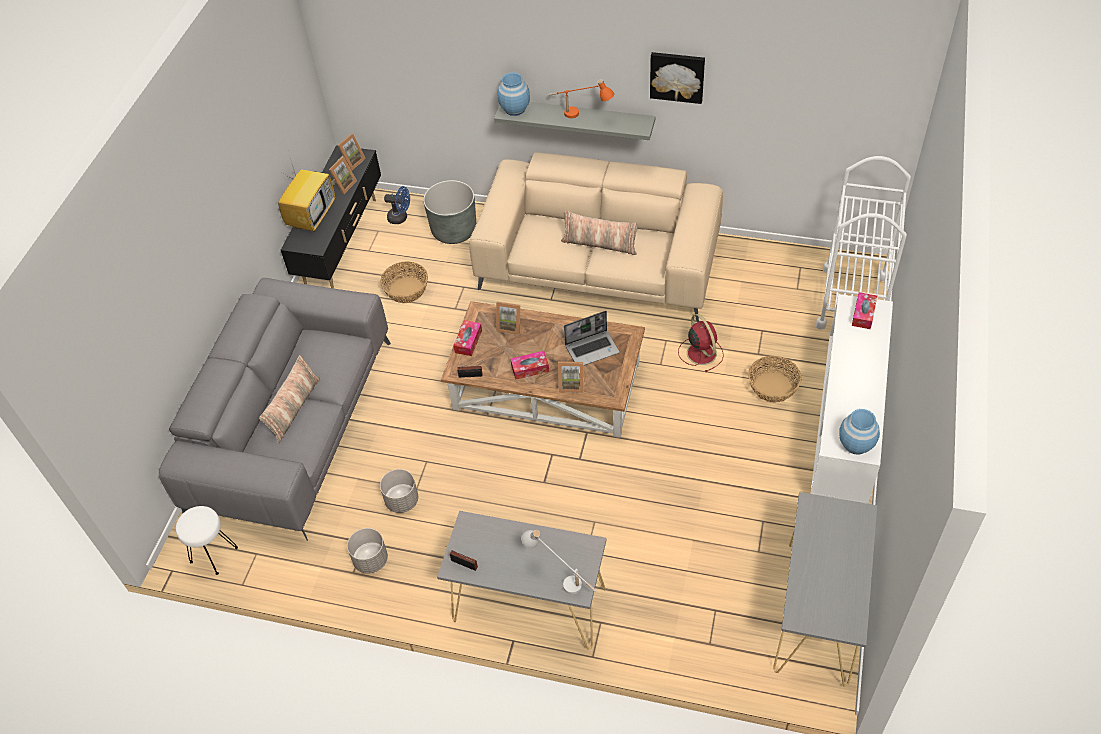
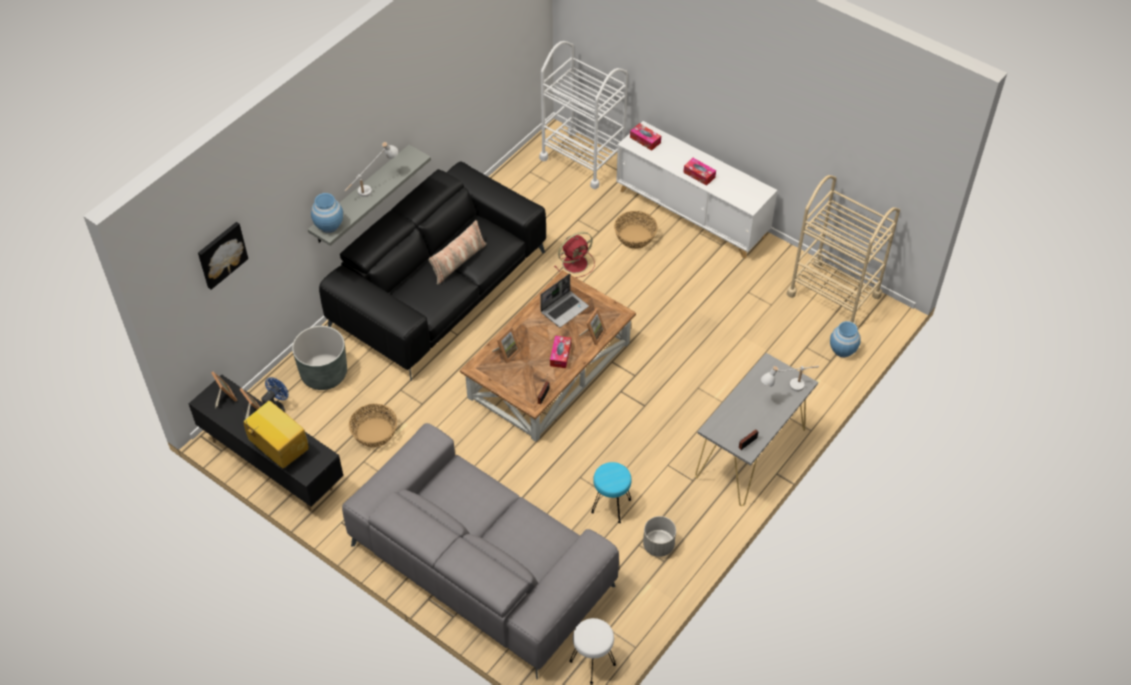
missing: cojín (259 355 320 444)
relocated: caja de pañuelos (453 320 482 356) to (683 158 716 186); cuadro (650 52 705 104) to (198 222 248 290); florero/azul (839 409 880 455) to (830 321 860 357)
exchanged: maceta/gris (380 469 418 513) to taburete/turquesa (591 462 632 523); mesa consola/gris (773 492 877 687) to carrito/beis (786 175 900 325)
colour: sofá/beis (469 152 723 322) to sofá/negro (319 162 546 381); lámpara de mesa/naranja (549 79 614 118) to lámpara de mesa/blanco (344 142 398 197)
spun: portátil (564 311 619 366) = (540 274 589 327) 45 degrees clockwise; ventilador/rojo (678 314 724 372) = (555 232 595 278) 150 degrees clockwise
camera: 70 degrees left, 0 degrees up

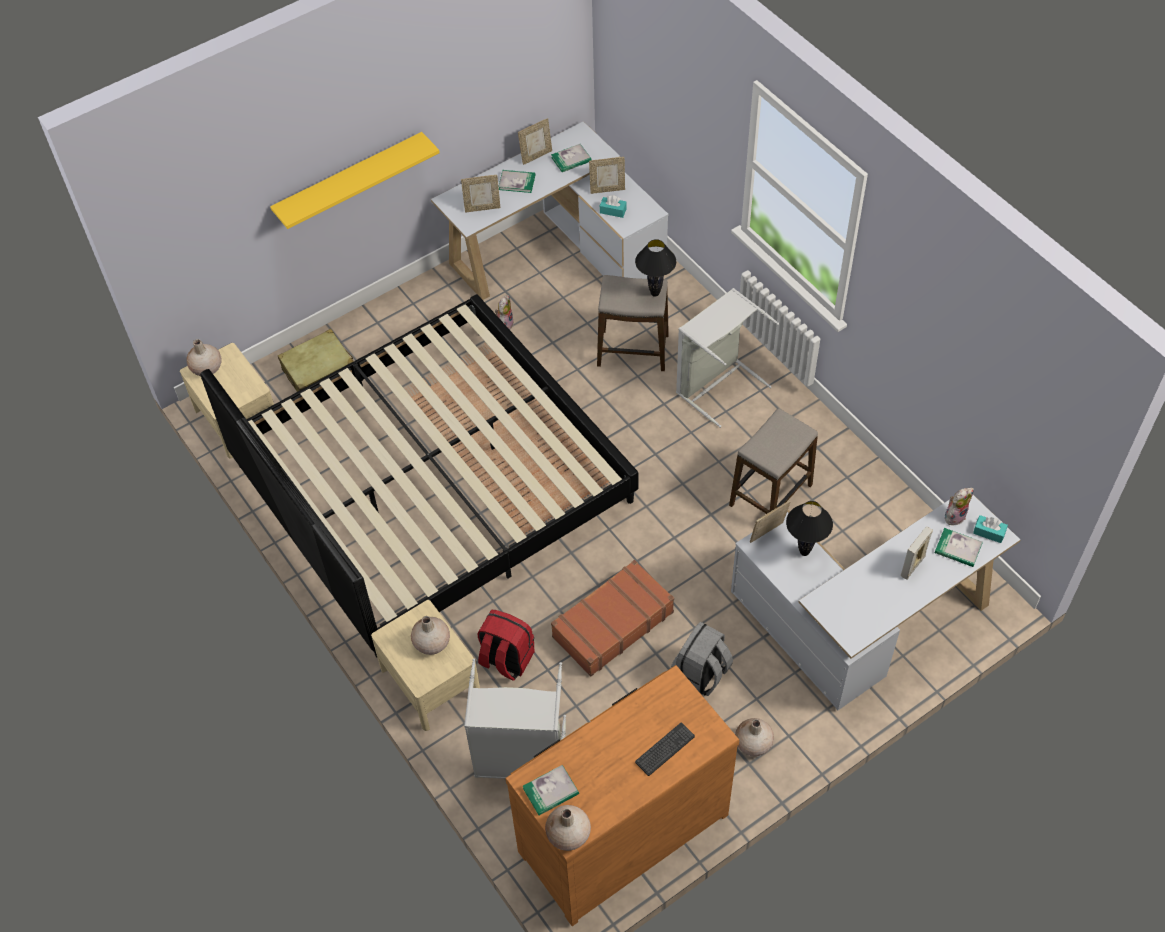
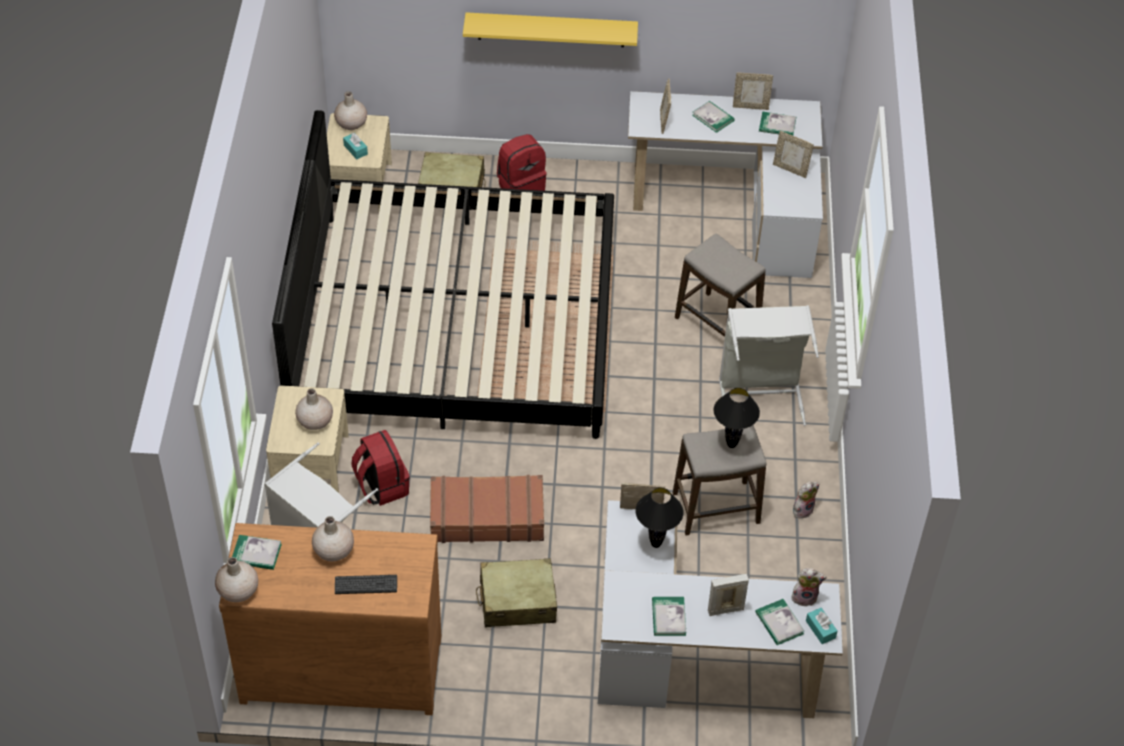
appeared: mochila/rojo (497 134 547 191); libro (652 597 686 636)
relocated: peluche (495 295 514 330) to (793 482 820 518); caja de pañuelos/turquesa (600 195 627 218) to (343 133 368 159); lámpara de mesa/negro (635 239 676 297) to (714 388 760 448); florero/beis (735 718 774 756) to (312 516 354 562)
exchanged: mochila/gris (671 622 733 696) to maleta/beis (476 558 557 627)
spun: portarretratos (461 175 500 212) = (660 79 671 134) 60 degrees clockwise
camera: 35 degrees right, 5 degrees down

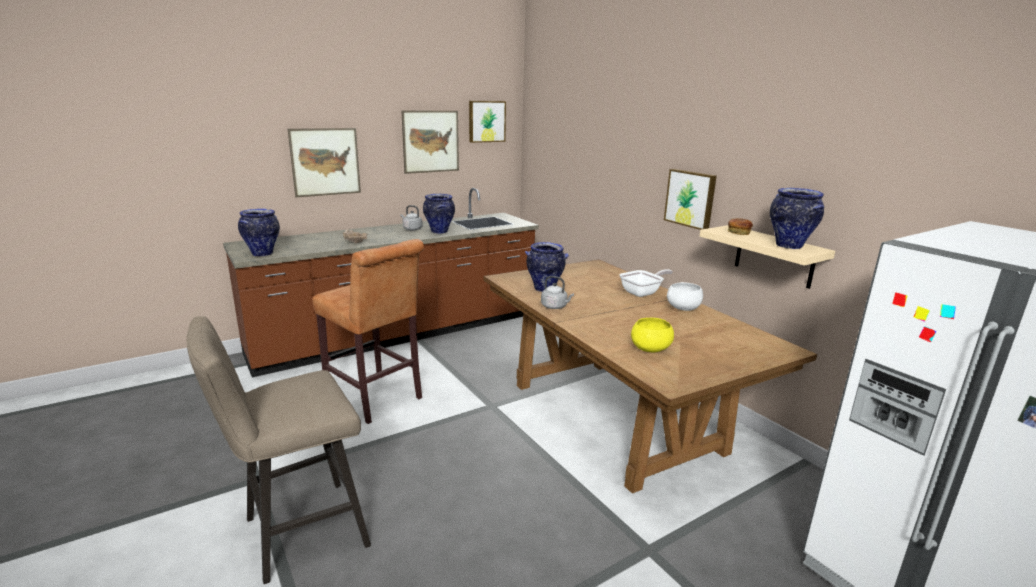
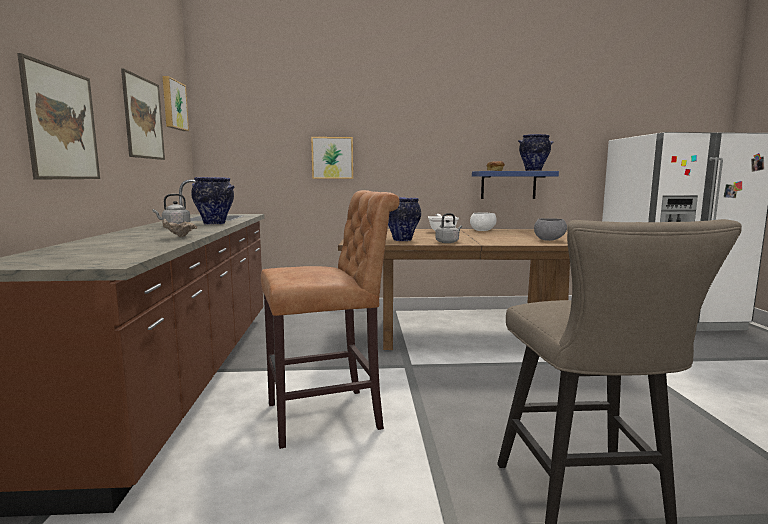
missing: florero (238 209 280 256)
relocated: cuadro (664 169 717 230) to (311 137 353 179)
colour: cuenco/amarillo (631 318 674 352) to cuenco/gris (534 218 567 241); estante/beis (700 225 835 289) to estante/azul (472 171 559 199)
camera: 60 degrees left, 10 degrees down

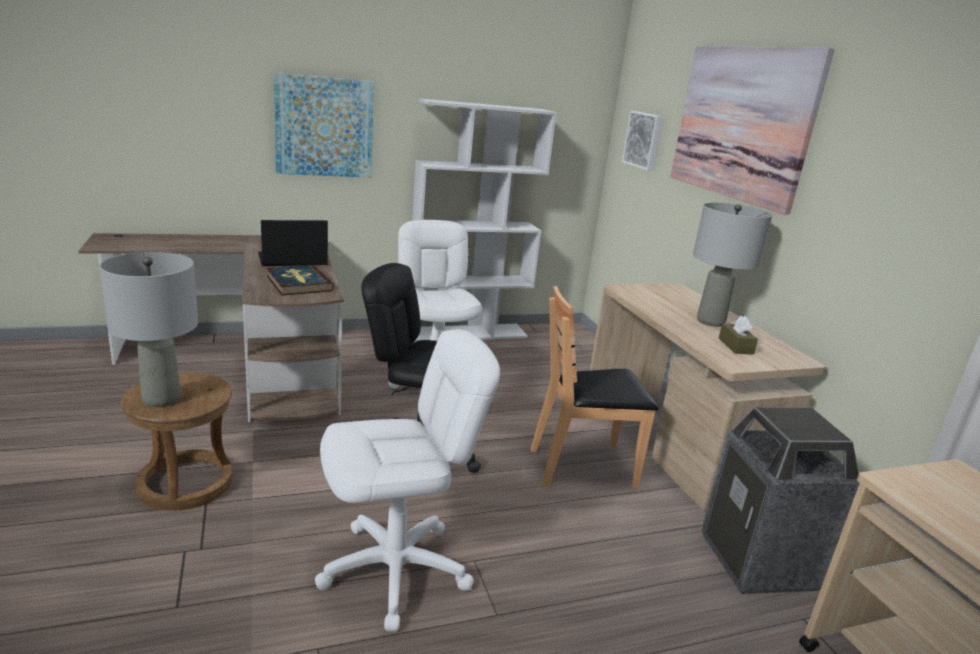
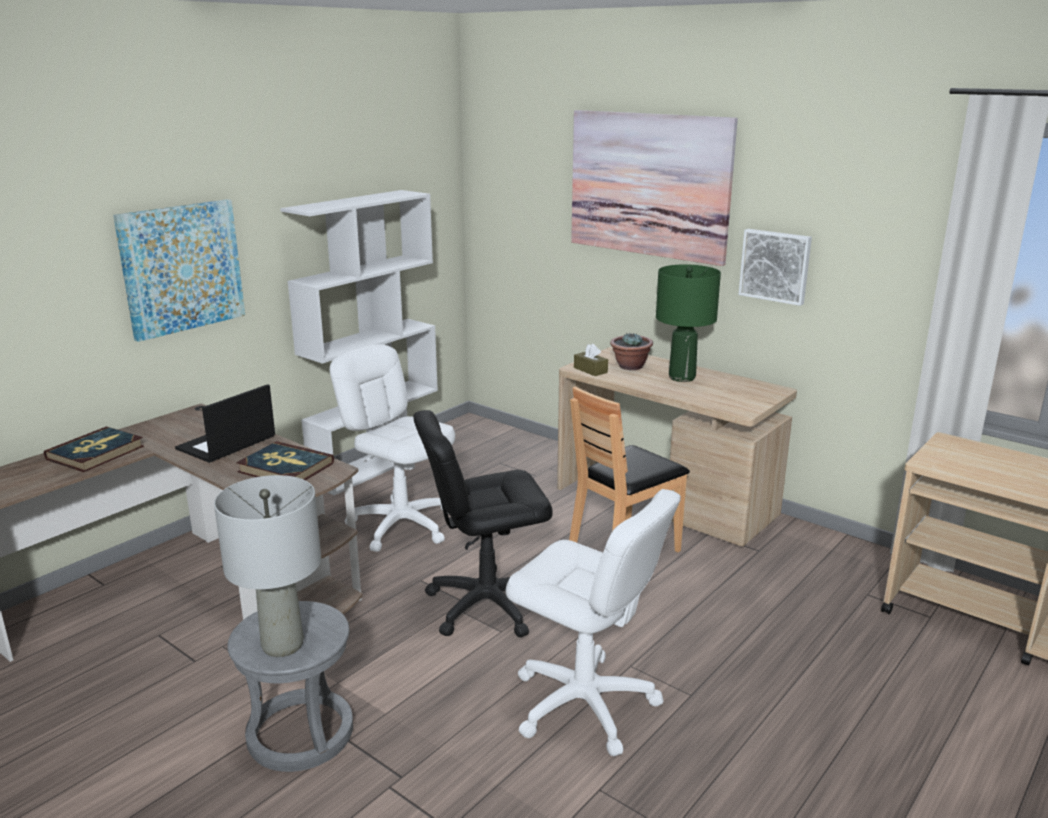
missing: papelera (701 407 860 594)
appeared: libro (44 427 144 472); planta en maceta (610 332 653 370)
relocated: cuadro (622 111 663 171) to (738 229 812 306); caja de pañuelos/marrón (719 316 758 355) to (574 343 608 376)
colour: taburete/marrón (121 373 233 511) to taburete/gris (227 601 353 772); lámpara de mesa/gris (693 203 772 327) to lámpara de mesa/verde (656 265 721 382)
spun: silla de oficina/blanco (315 329 500 632) = (506 489 681 756) 90 degrees clockwise
camera: 30 degrees left, 0 degrees up

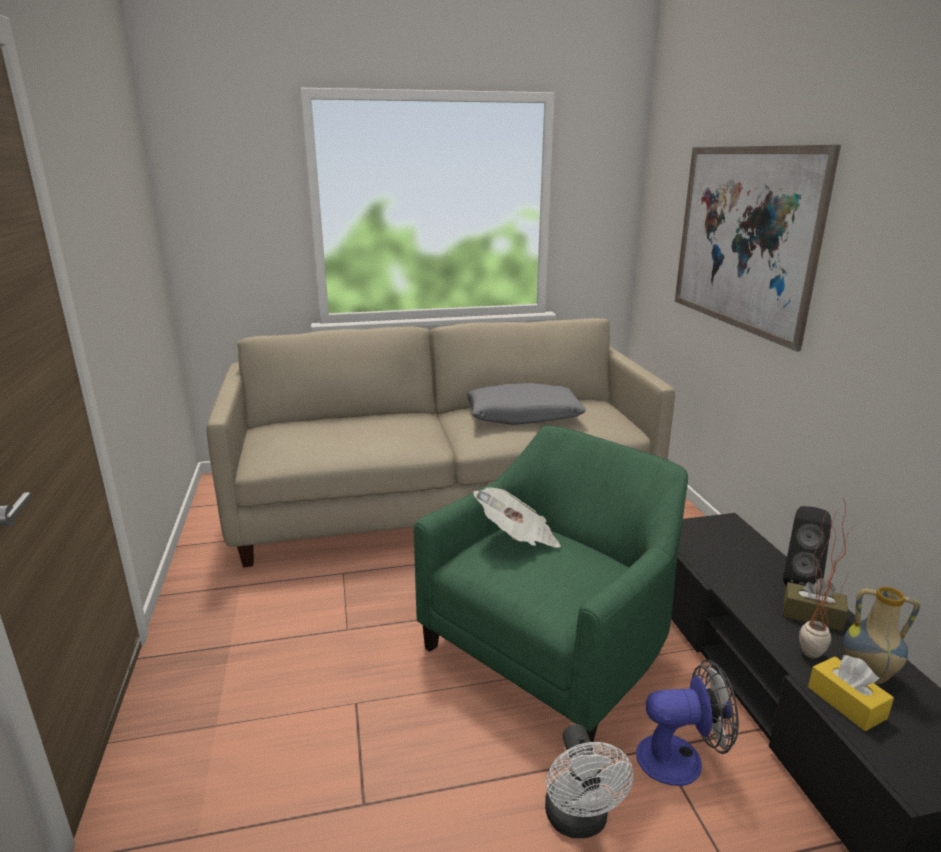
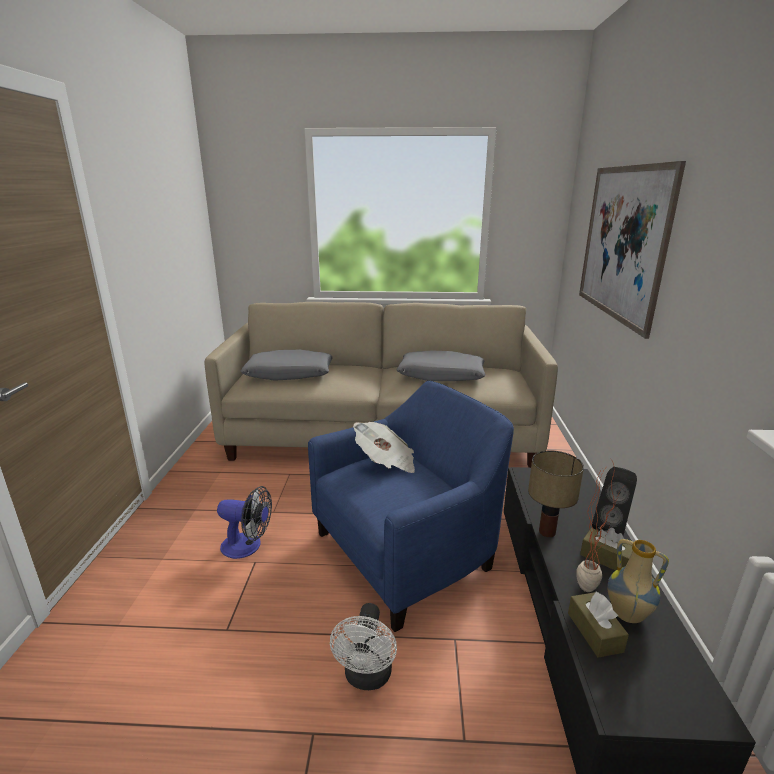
appeared: cojín/gris (240 350 333 381); lámpara de mesa (528 450 584 537)
relocated: ventilador (636 659 739 786) to (217 486 272 559)
colour: sillón/verde (414 425 688 742) to sillón/azul (308 381 514 632); caja de pañuelos/amarillo (808 655 894 731) to caja de pañuelos/marrón (568 592 629 658)
camera: 15 degrees right, 0 degrees up

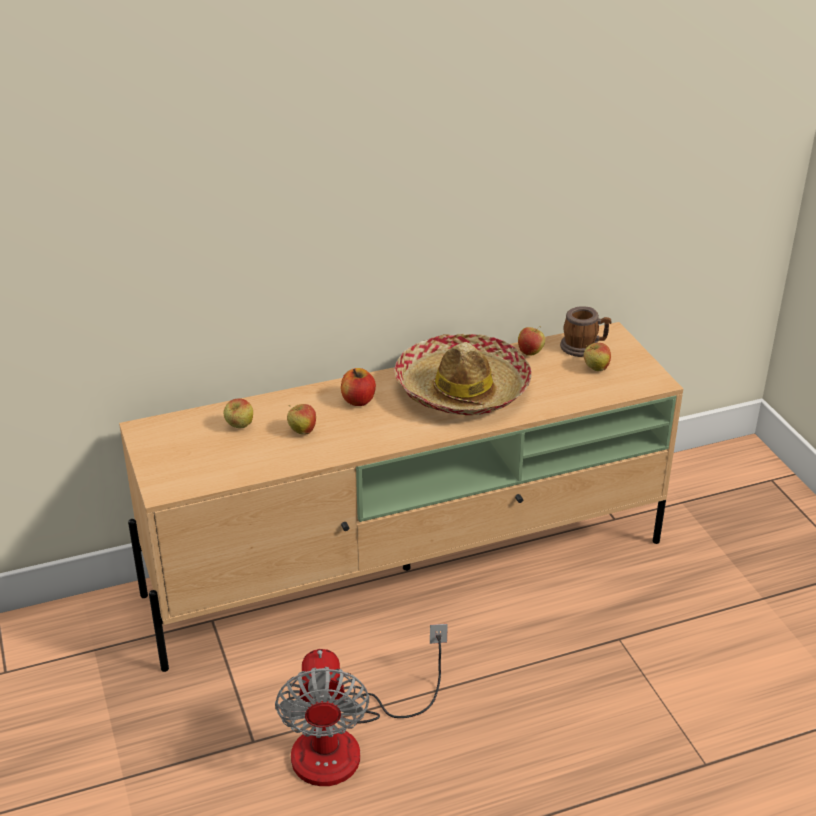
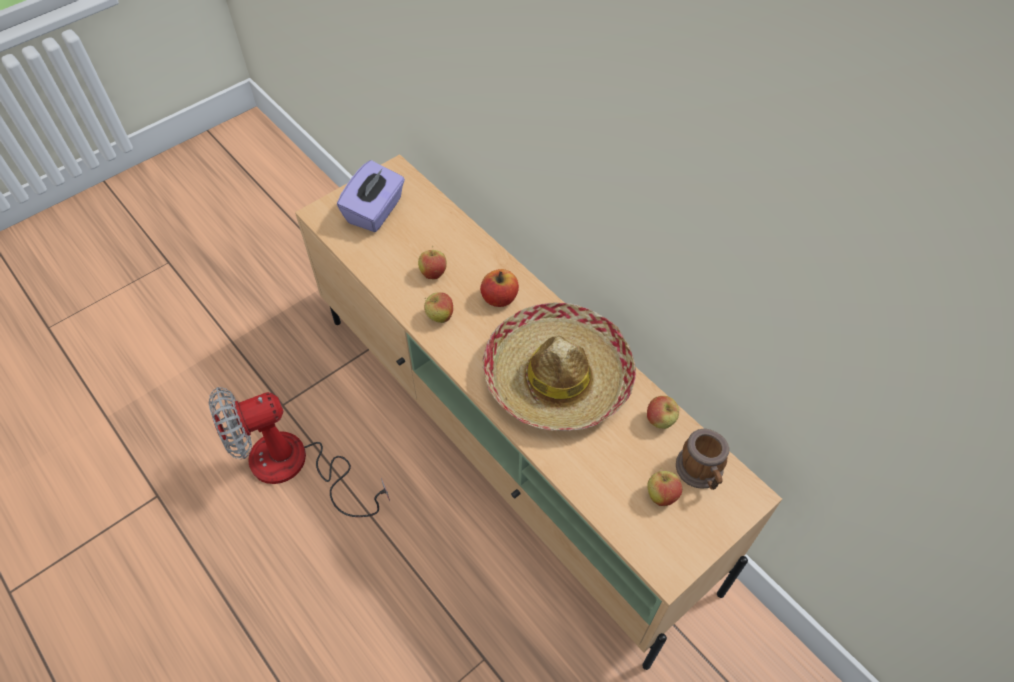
appeared: caja de pañuelos/morado (337 160 405 232)
relocated: manzana (223 398 253 428) to (424 292 453 323)
camera: 70 degrees right, 20 degrees up

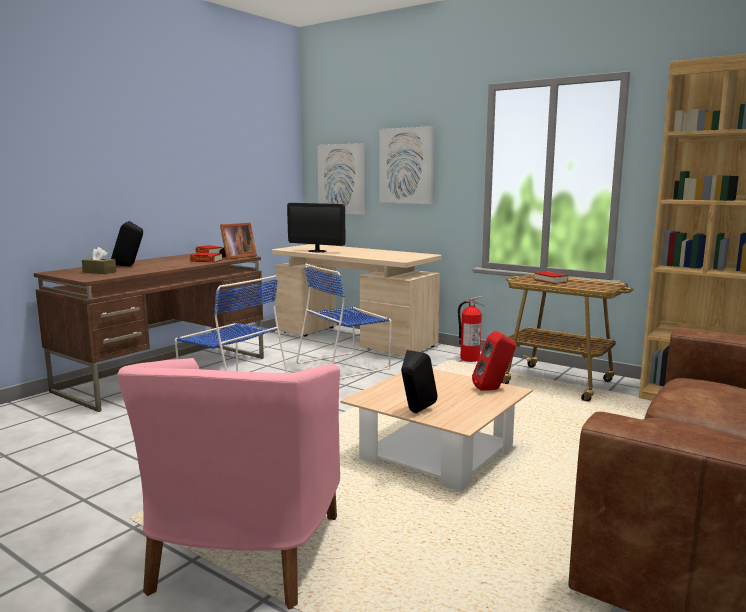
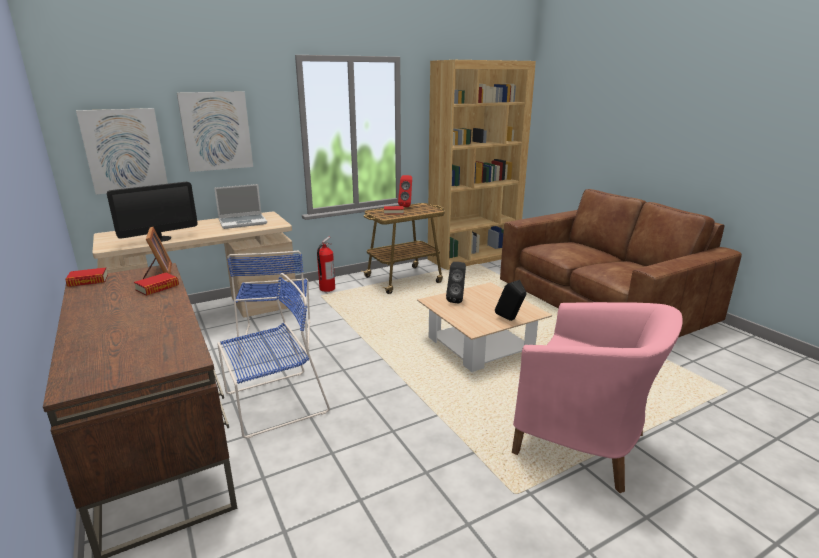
missing: caja de pañuelos/marrón (82 247 117 274)
appeared: portátil (214 184 267 229)
relocated: altavoz/negro (111 221 143 267) to (446 262 466 304); altavoz/rojo (472 331 516 391) to (398 175 412 207)
camera: 65 degrees left, 10 degrees up

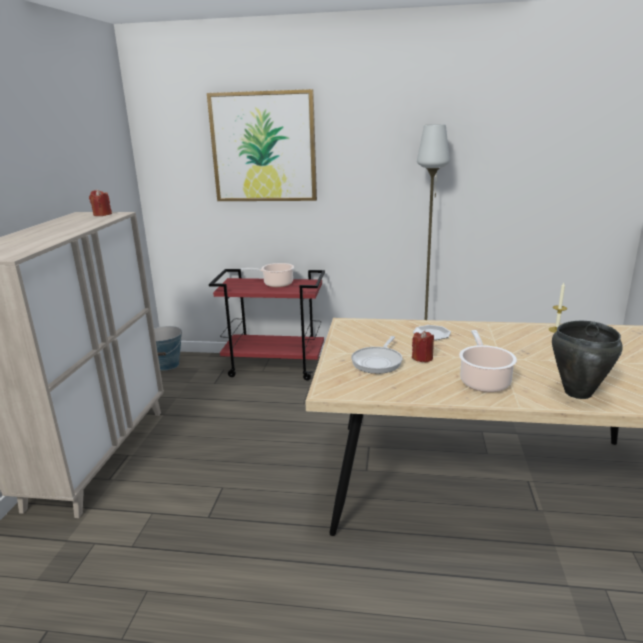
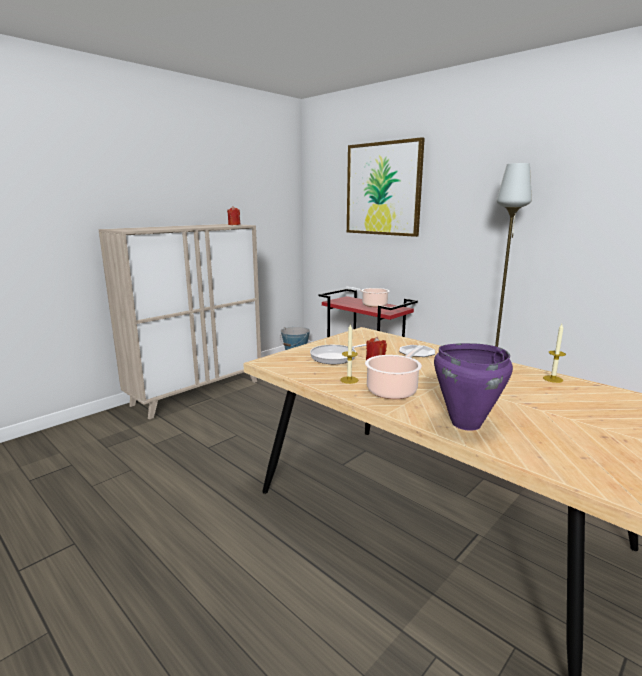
appeared: vela (340 323 358 384)
colour: olla/negro (552 321 623 399) to olla/morado (434 343 513 431)
camera: 35 degrees right, 5 degrees down

